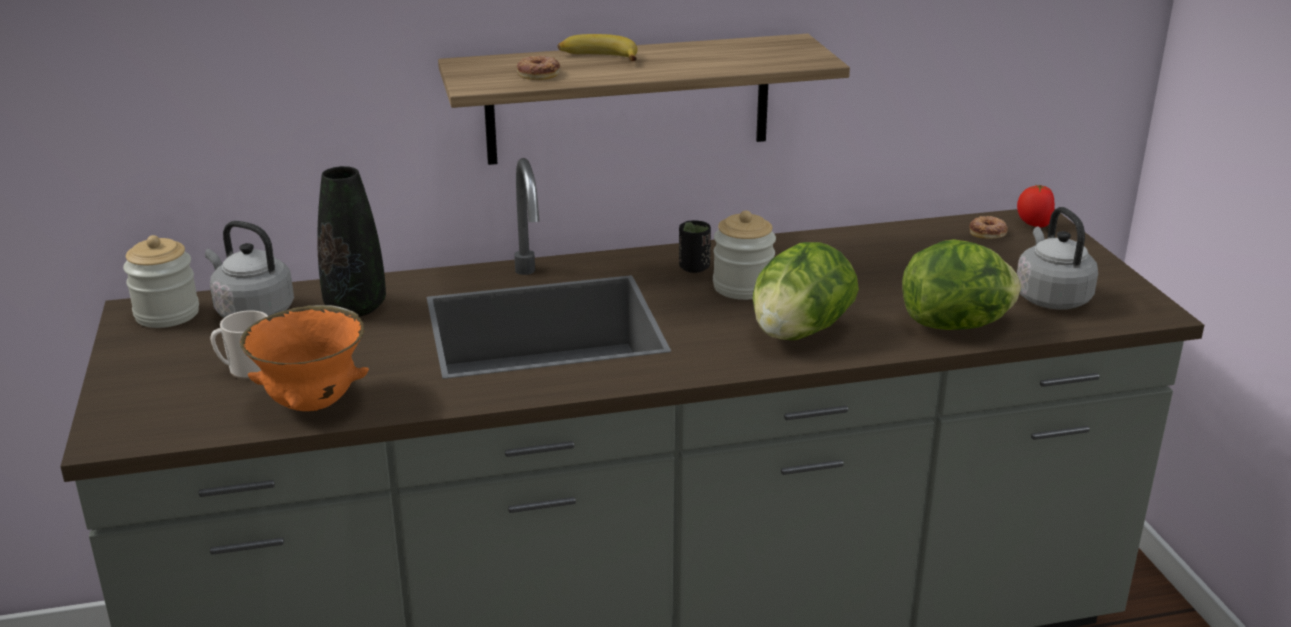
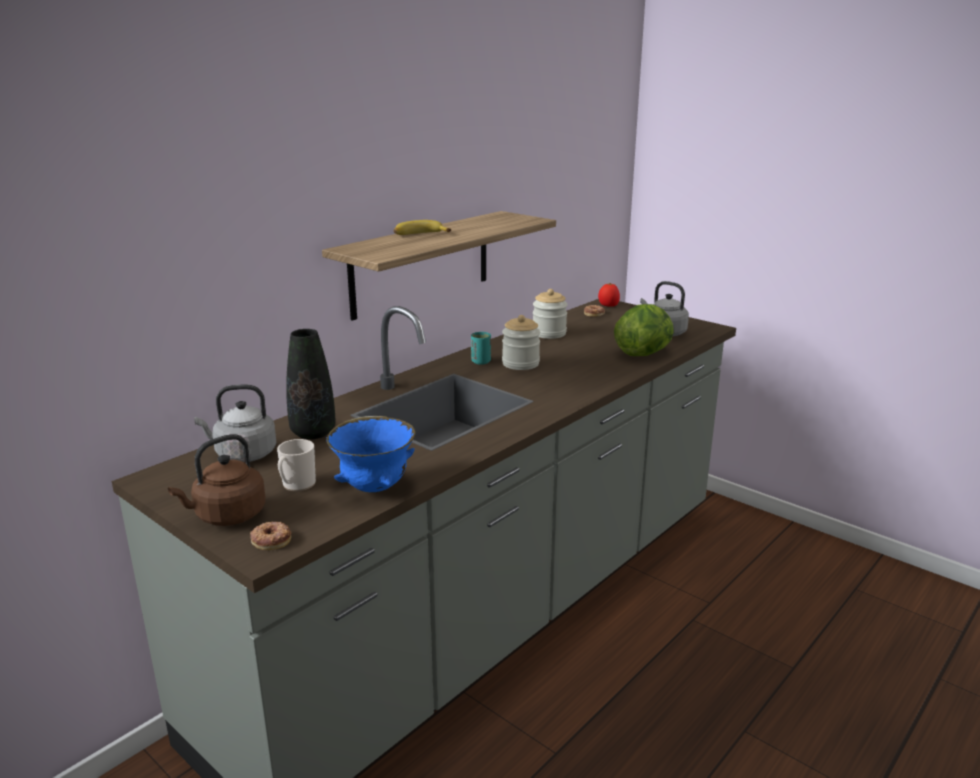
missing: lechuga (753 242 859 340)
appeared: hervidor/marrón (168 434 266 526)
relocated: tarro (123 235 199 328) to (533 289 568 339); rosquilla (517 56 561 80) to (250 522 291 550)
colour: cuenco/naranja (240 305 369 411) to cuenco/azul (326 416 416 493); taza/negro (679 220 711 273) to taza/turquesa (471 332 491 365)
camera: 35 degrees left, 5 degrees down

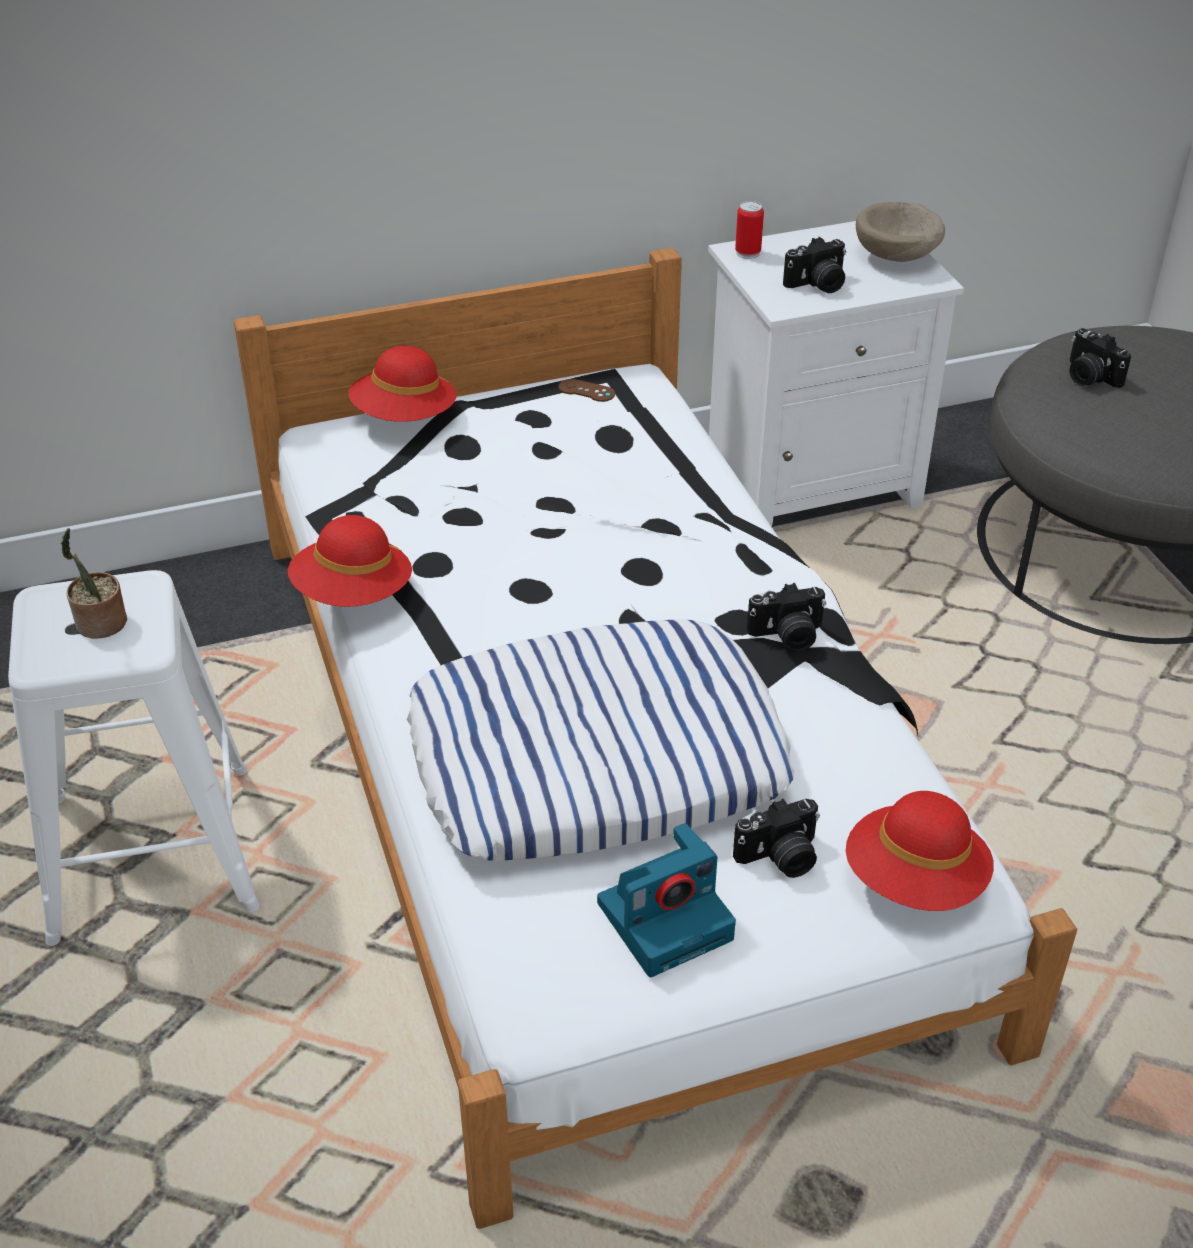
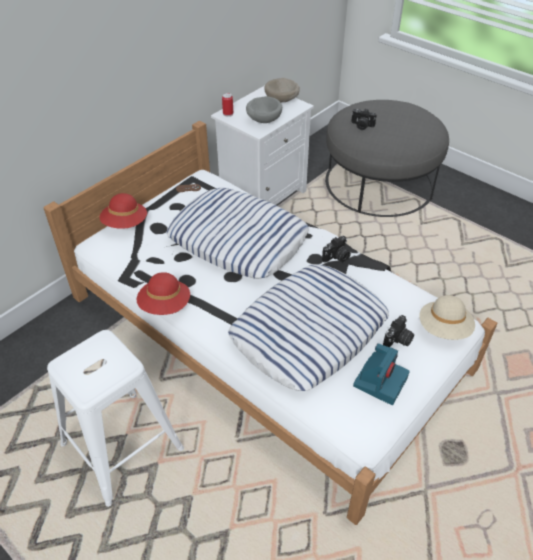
missing: planta en maceta (60 528 127 639)
appeared: cojín (167 188 309 279)
exchanged: cámara (783 237 846 293) to cuenco/gris (246 96 282 123)
colour: sombrero/rojo (846 791 994 911) to sombrero/beis (420 295 475 340)
camera: 30 degrees left, 5 degrees up

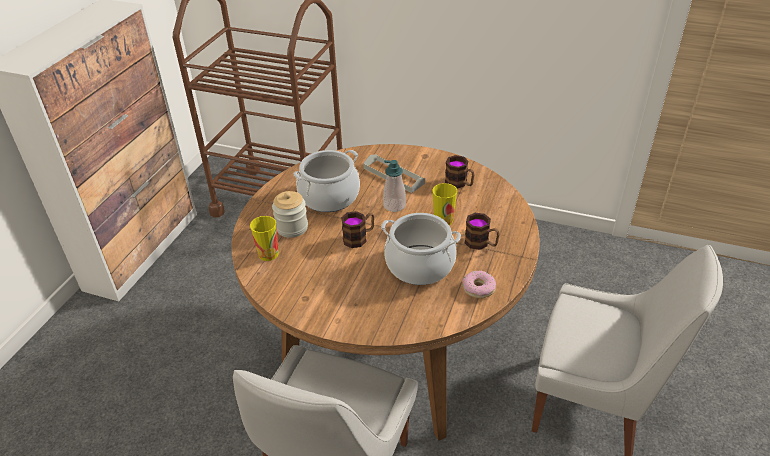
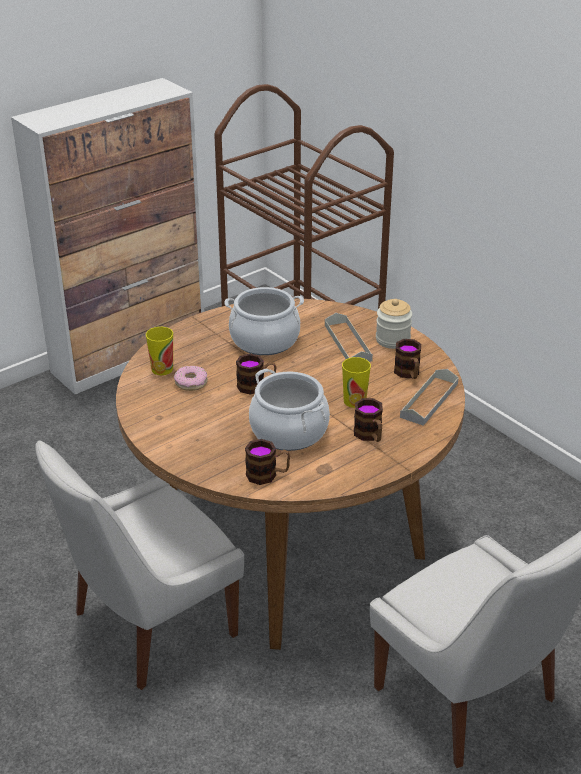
missing: dispensador de jabón (383 160 406 212)
appeared: taza grande (245 439 290 485); bandeja/gris (400 369 459 426)
relocated: tarro (272 191 308 238) to (376 299 412 349); rosquilla (463 270 496 298) to (174 366 208 391)
camera: 30 degrees right, 5 degrees down

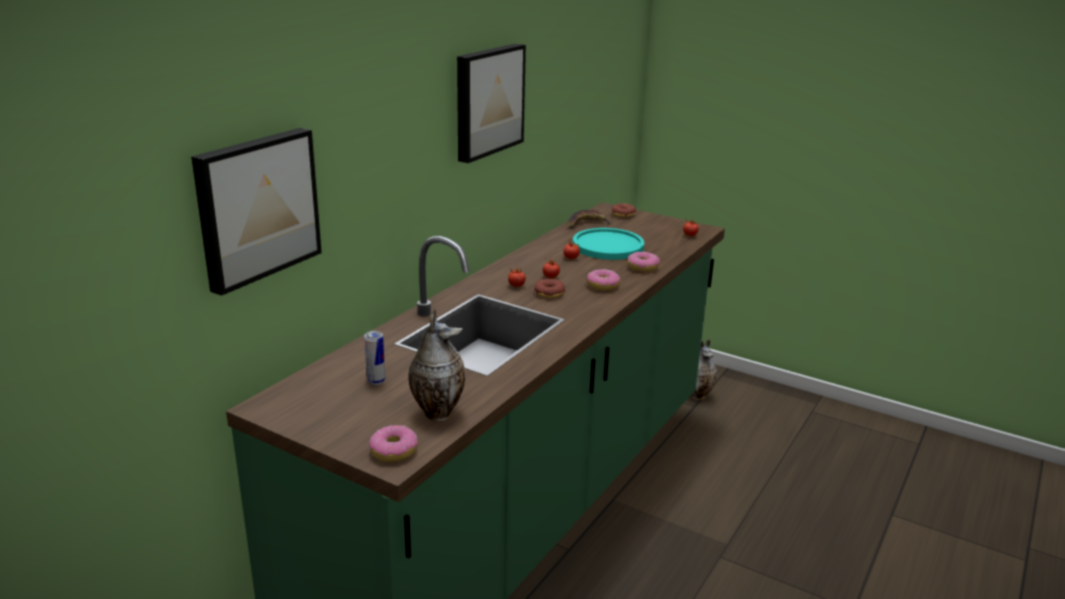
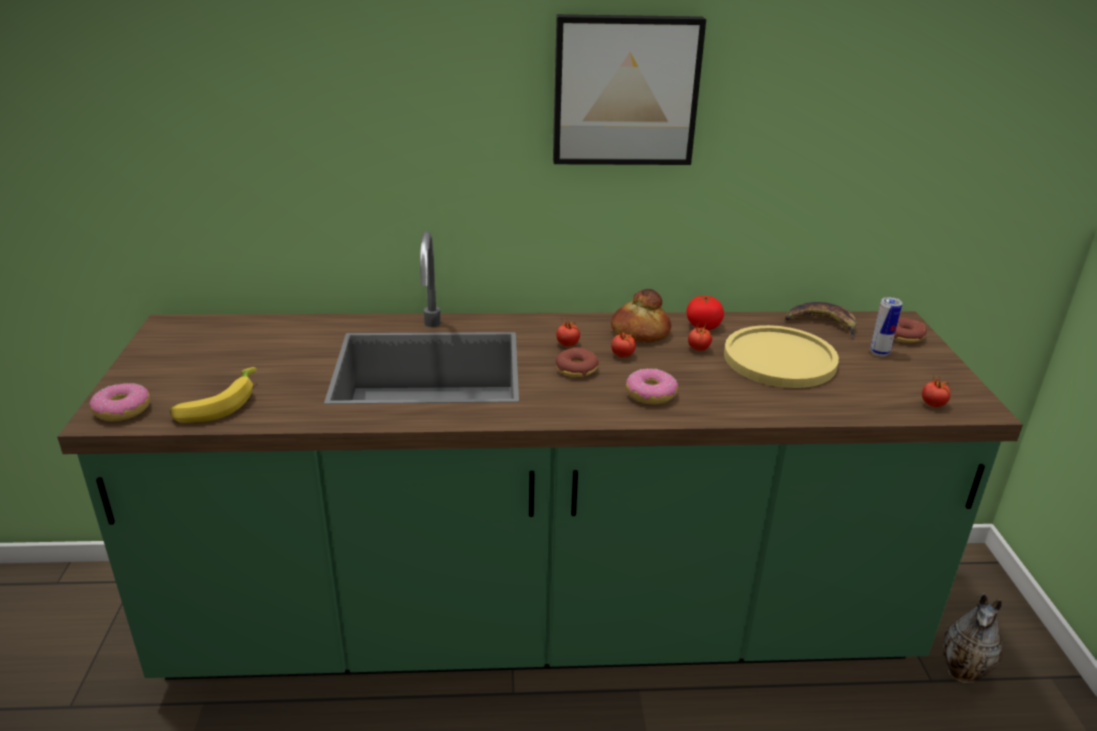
missing: cuadro (191 128 322 296); rosquilla (627 252 660 272)
appeared: pan (611 289 671 343); tomate (686 295 724 330)
relocated: lata (364 331 385 385) to (870 297 903 357)
exchanged: florero (408 308 465 421) to plátano (170 367 257 423)
colour: plato/turquesa (573 228 644 260) to plato/amarillo (724 325 839 388)
camera: 55 degrees right, 5 degrees up

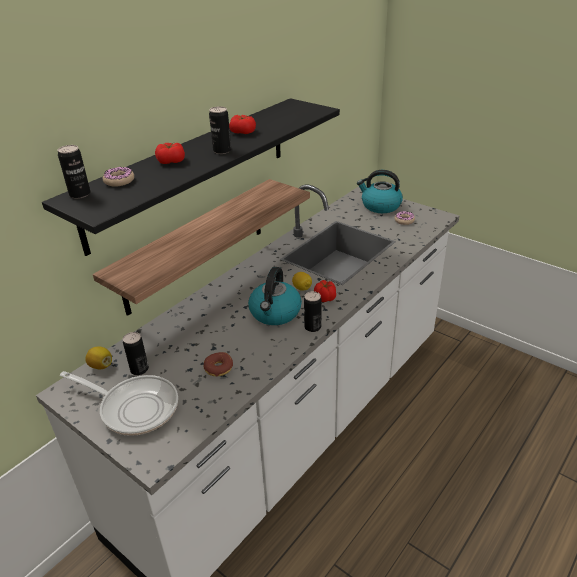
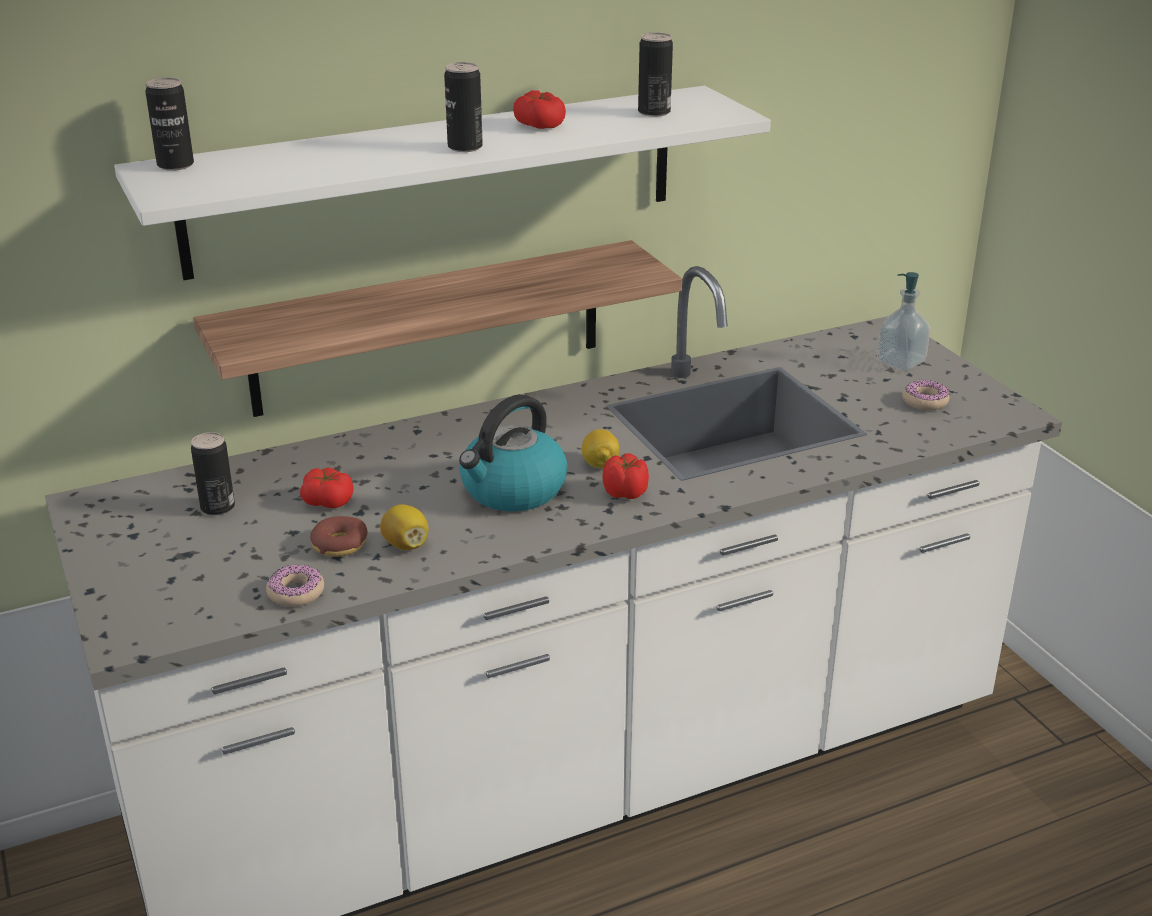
missing: sartén (60 371 178 436)
relocated: limón (85 346 112 369) to (380 504 429 550); rosquilla (102 167 134 186) to (266 565 324 607); tomate (155 143 185 164) to (300 467 354 508); lata (304 291 321 332) to (638 32 673 117)
exchanged: hervidor (357 170 403 213) to dispensador de jabón (877 272 931 371)
colour: estante/negro (42 98 340 256) to estante/blanco (114 86 771 280)
camera: 25 degrees right, 5 degrees down

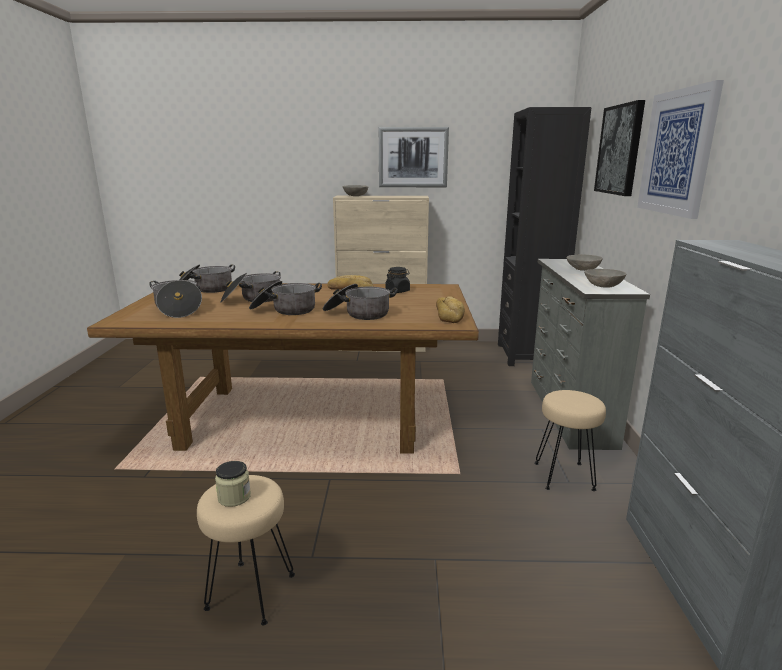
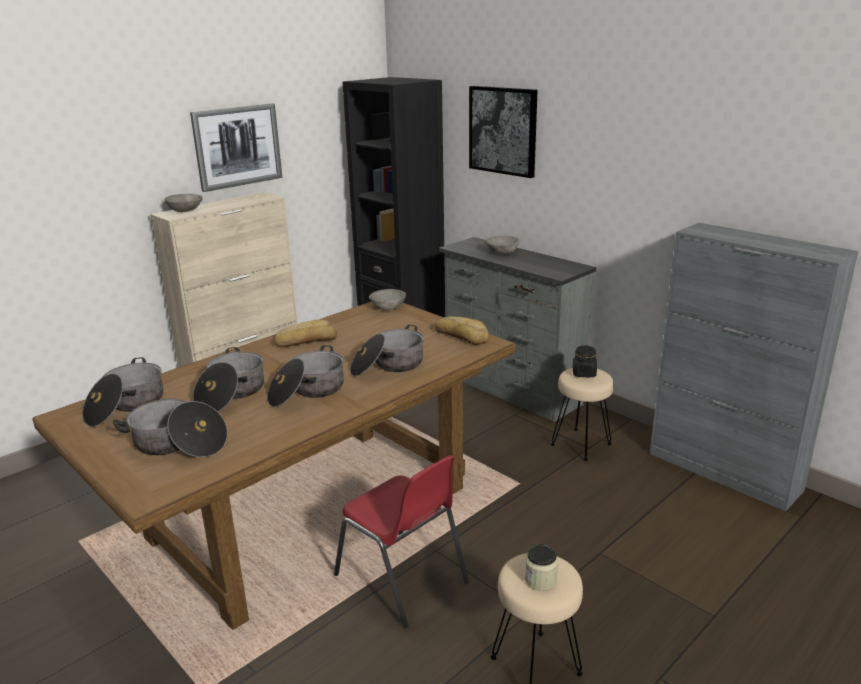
missing: cuadro (637 80 724 219)
appeared: silla/rojo (334 455 469 629)
relocated: tarro/negro (386 267 410 293) to (573 345 597 377); cuenco/gris (584 269 626 288) to (369 289 406 310)
camera: 45 degrees left, 5 degrees up

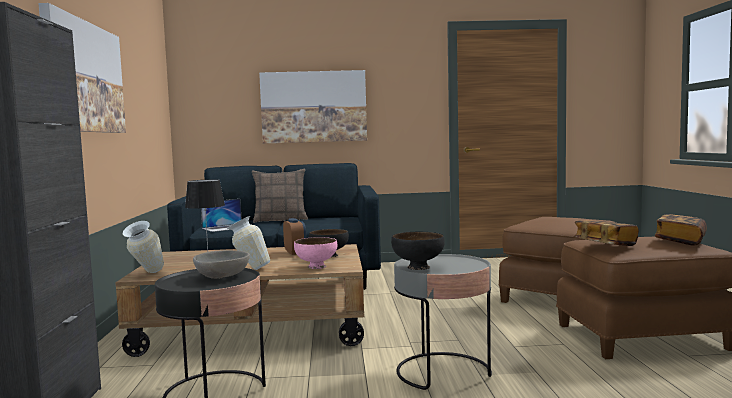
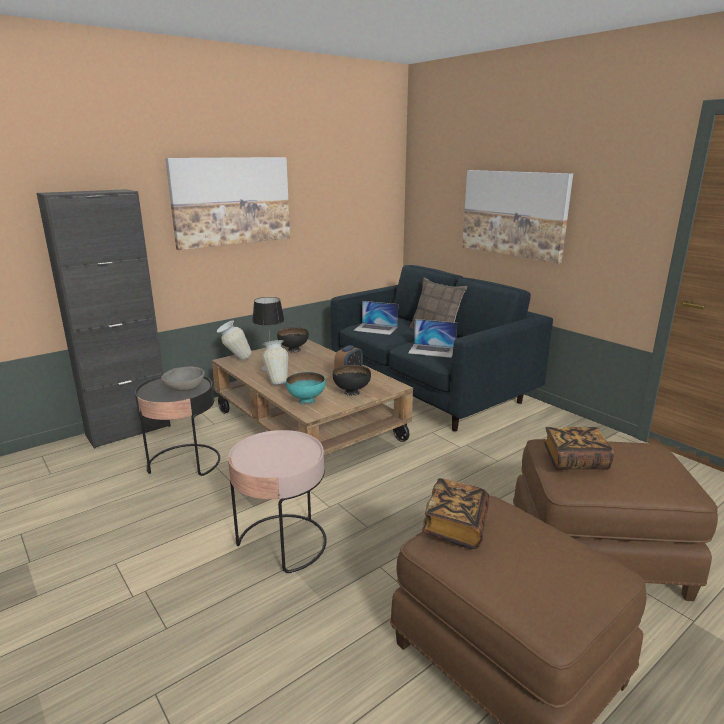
appeared: portátil (408 319 457 358)
relocated: cuenco/negro (391 232 445 270) to (277 327 309 352); libro (655 214 707 246) to (544 427 614 470)
colour: cuenco/rosa (294 237 337 269) to cuenco/turquesa (286 372 326 405); mesa auxiliar/gris (394 254 492 390) to mesa auxiliar/rosa (228 430 327 573)
camera: 55 degrees right, 15 degrees up

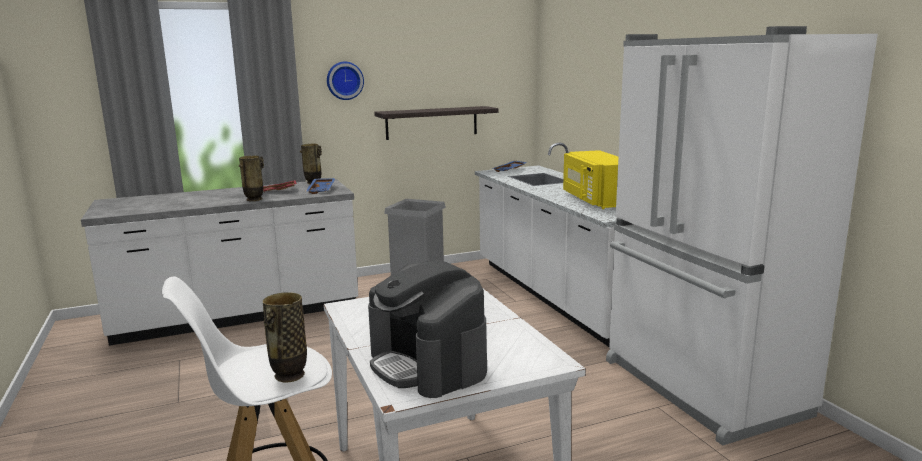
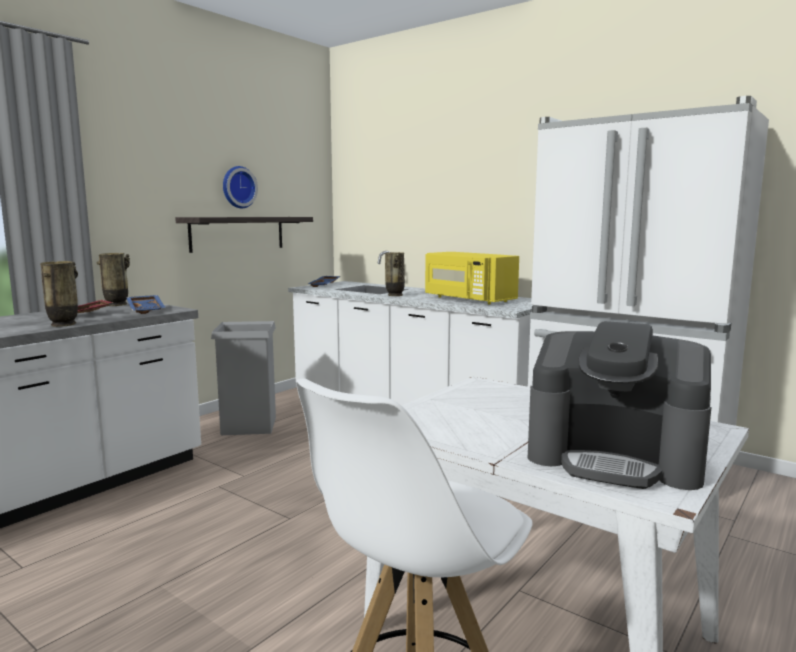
relocated: florero (263 292 307 382) to (385 252 405 296); reloj de pared (327 62 364 100) to (223 166 258 208)
camera: 30 degrees left, 5 degrees down

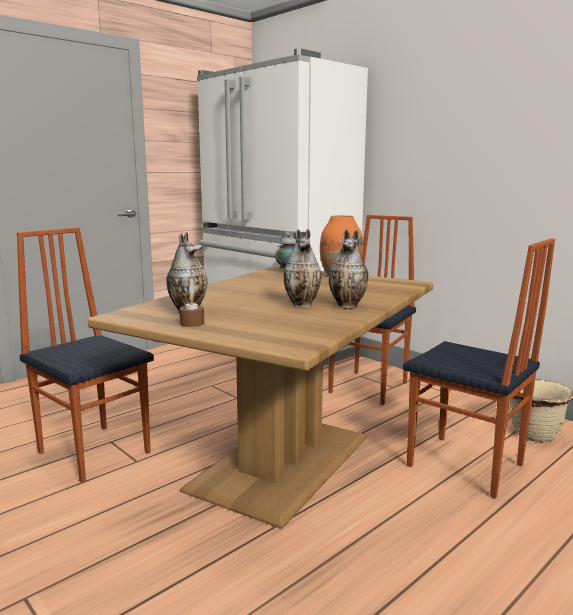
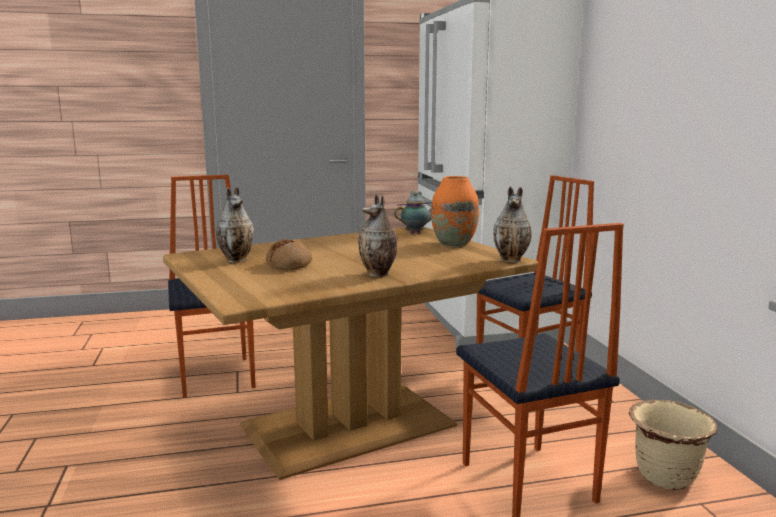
missing: vela/marrón (179 295 204 327)
appeared: pan (266 239 312 270)
relocated: florero (283 229 321 308) to (493 186 532 262)
camera: 30 degrees right, 0 degrees up

